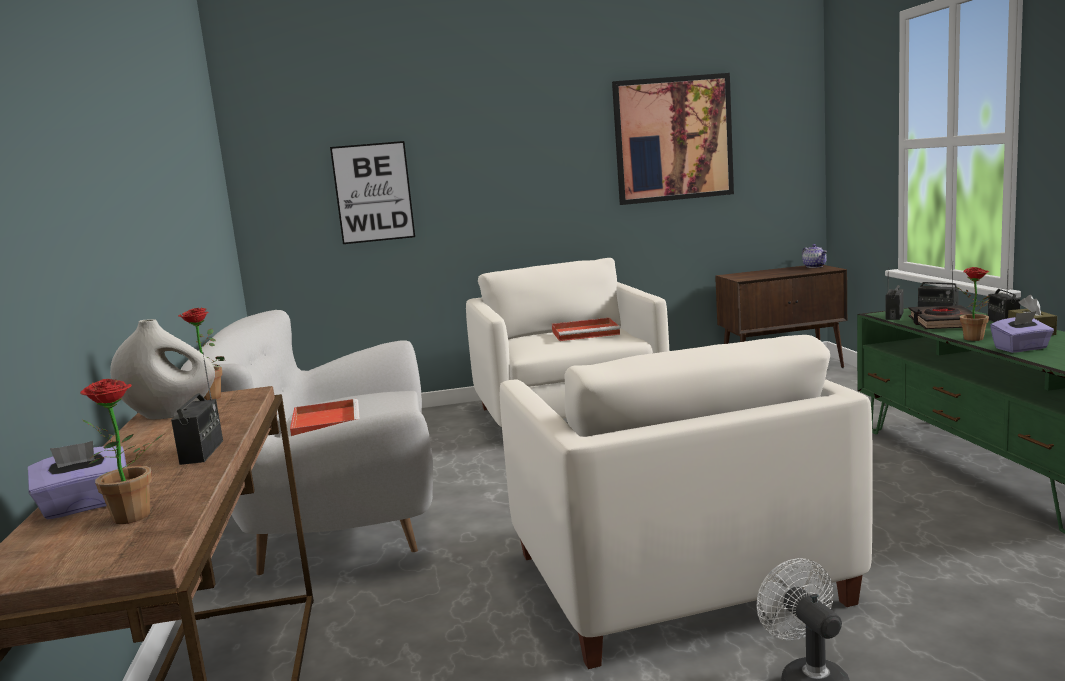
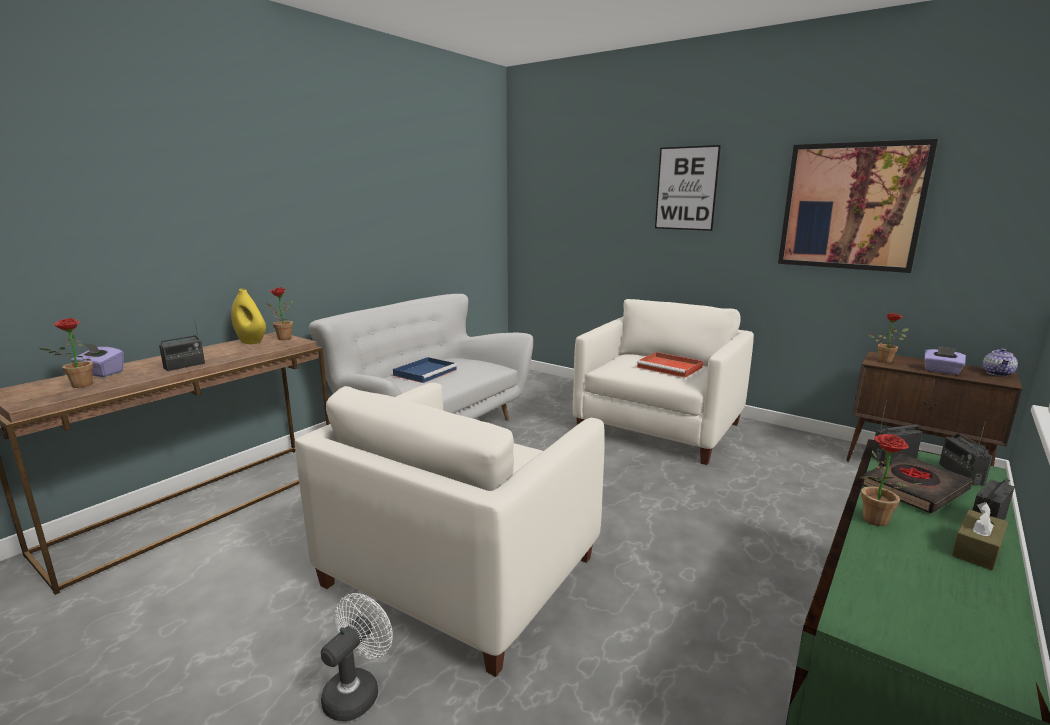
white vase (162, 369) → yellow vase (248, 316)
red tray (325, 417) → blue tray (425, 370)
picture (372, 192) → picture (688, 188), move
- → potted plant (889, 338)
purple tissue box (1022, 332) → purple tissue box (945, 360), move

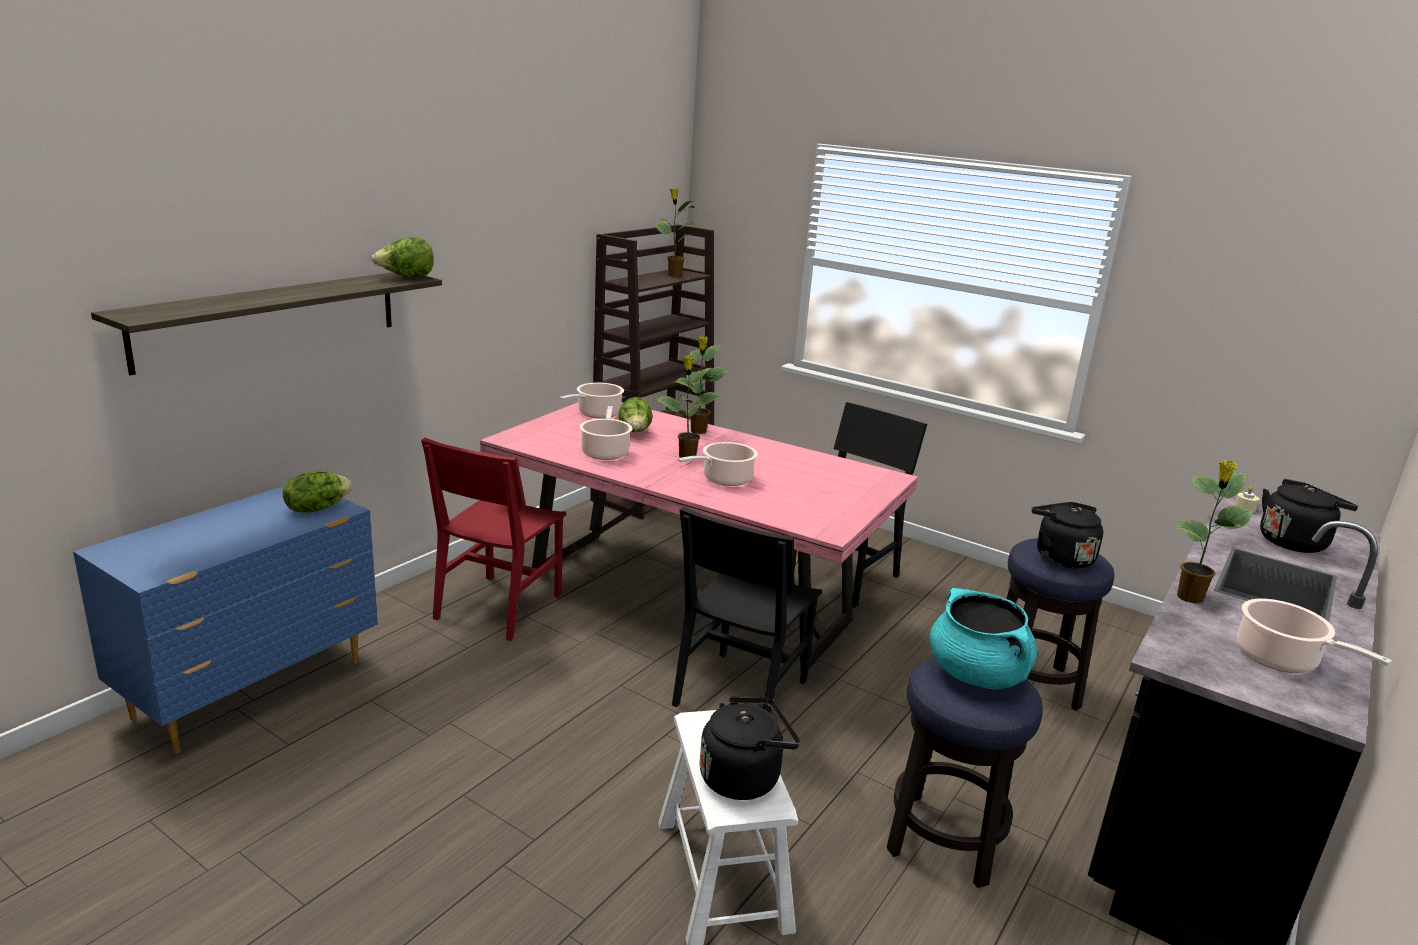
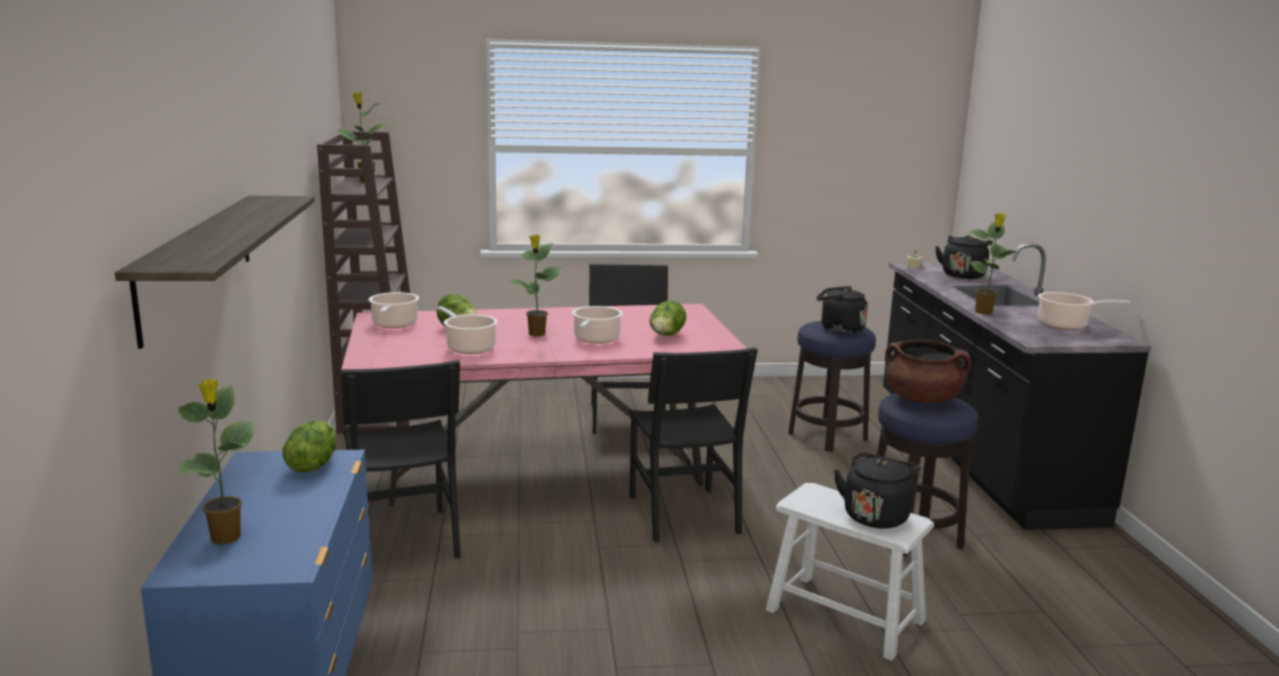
potted plant (701, 385) → potted plant (215, 461), move
red chair (494, 539) → black chair (401, 459)
lettuce (402, 257) → lettuce (667, 318), move
turquoise cooking pot (983, 639) → brown cooking pot (928, 371)

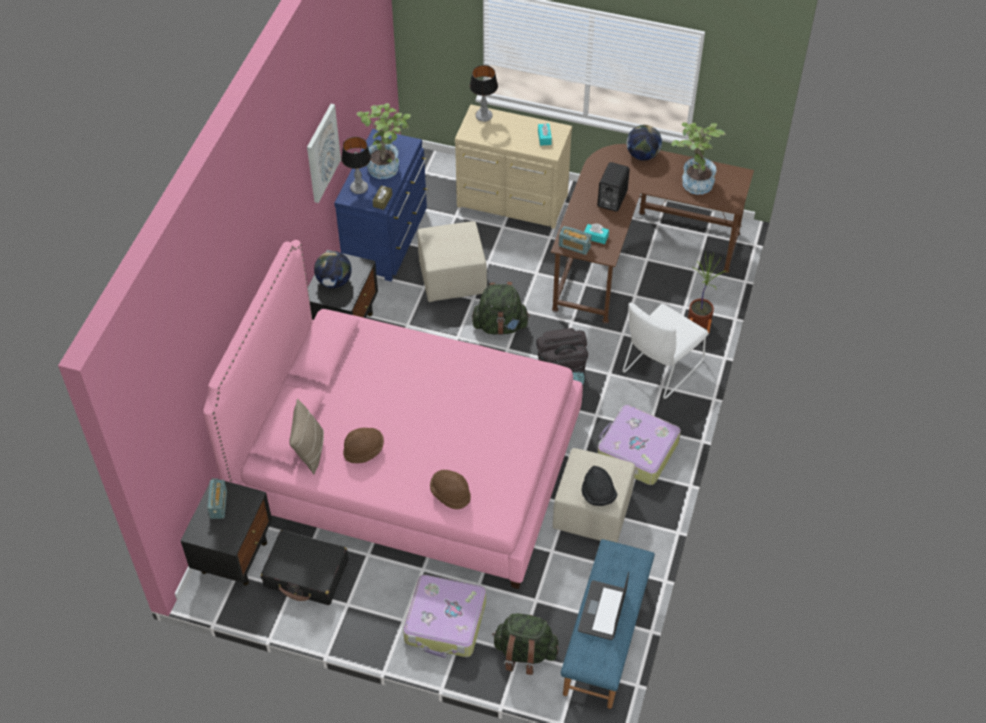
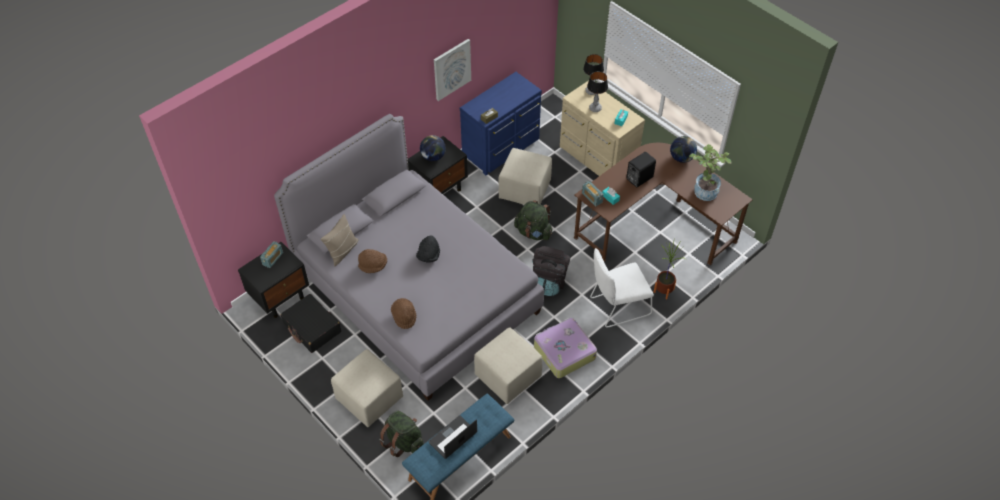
pink bed (393, 414) → grey bed (409, 257)
suitcase (444, 616) → beige ottoman (367, 388)
black hat (599, 486) → black hat (428, 249), move
table lamp (356, 165) → table lamp (597, 91), move
potted plant (384, 141) → -

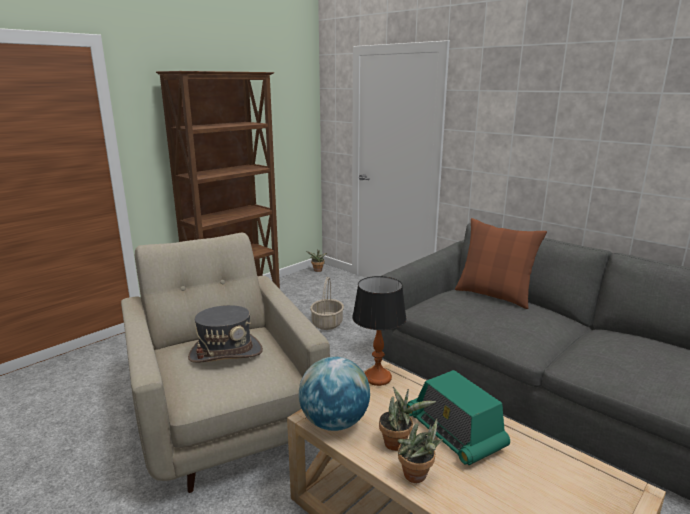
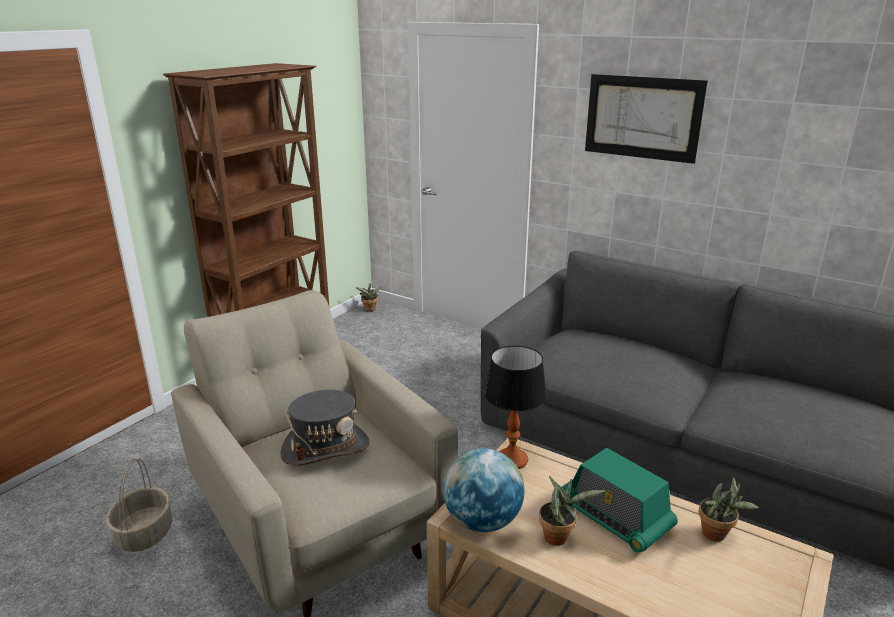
basket (327, 303) → basket (139, 505), move
- → picture (646, 119)
potted plant (420, 451) → potted plant (728, 509), move
brown pillow (501, 263) → -

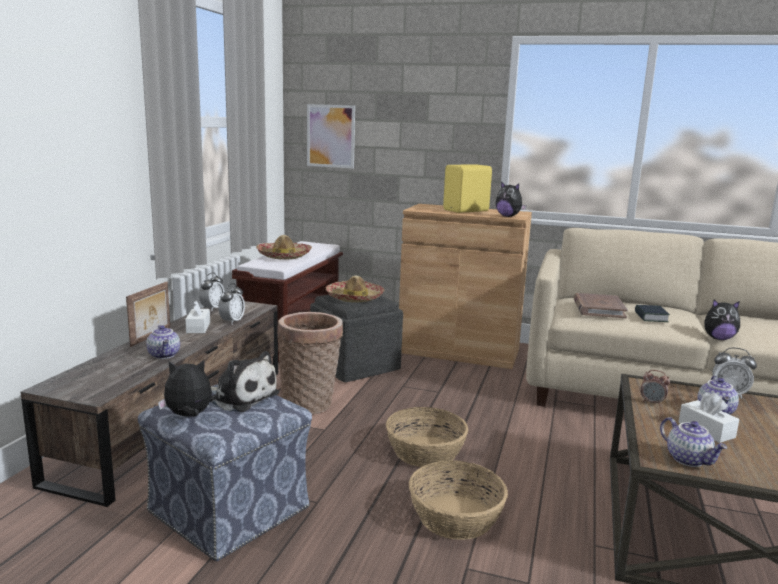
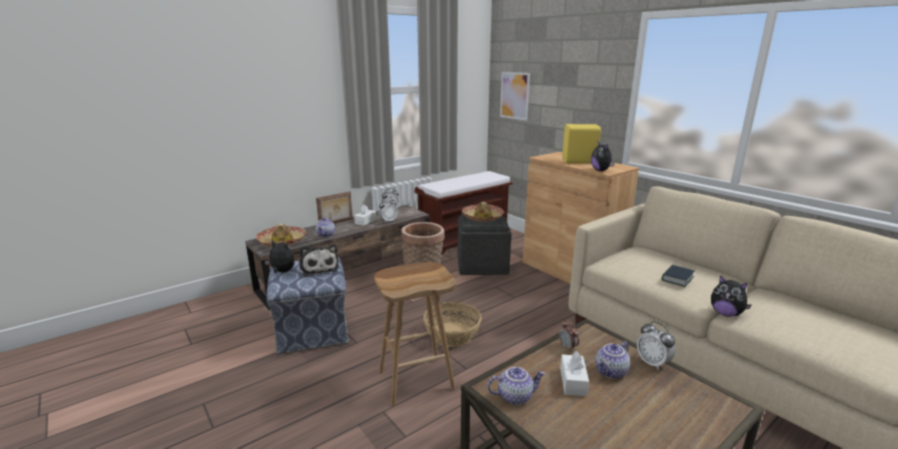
hat (284, 247) → hat (281, 235), move
basket (458, 500) → brown stool (415, 334)
teapot (693, 442) → teapot (516, 386), 105 degrees counterclockwise
brown book (601, 305) → -

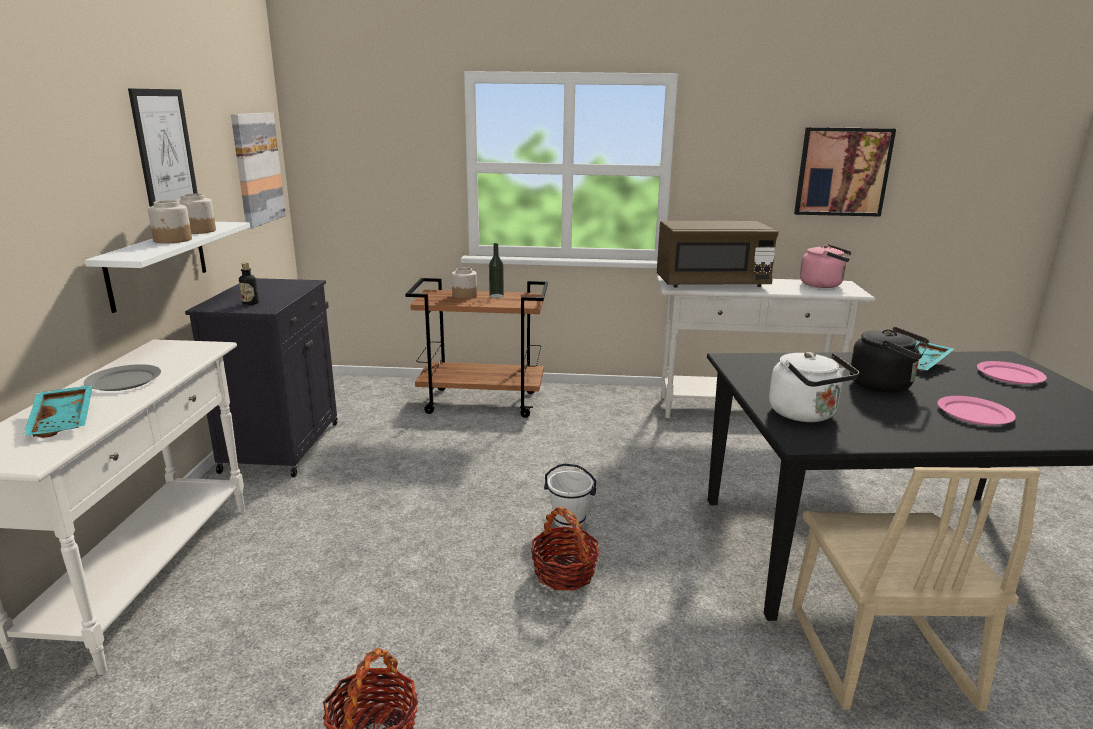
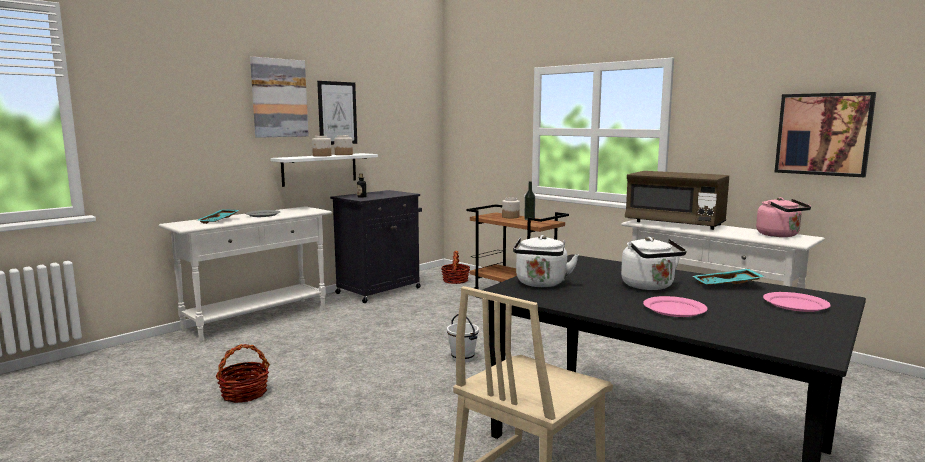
picture (258, 171) → picture (279, 97), move
basket (565, 549) → basket (455, 267), move
black kettle (889, 360) → white kettle (654, 263)

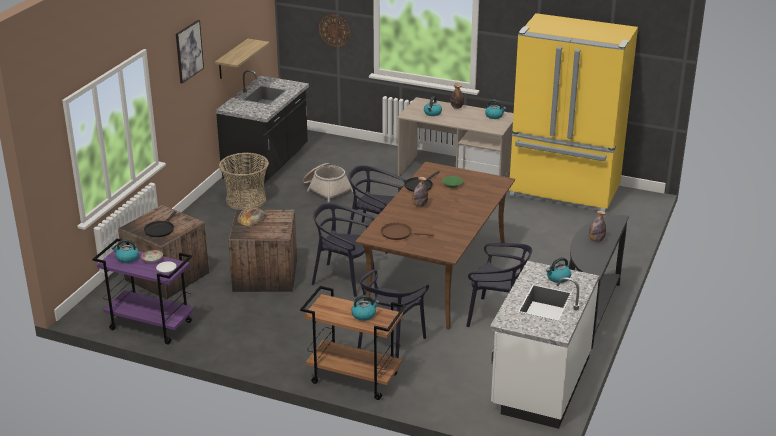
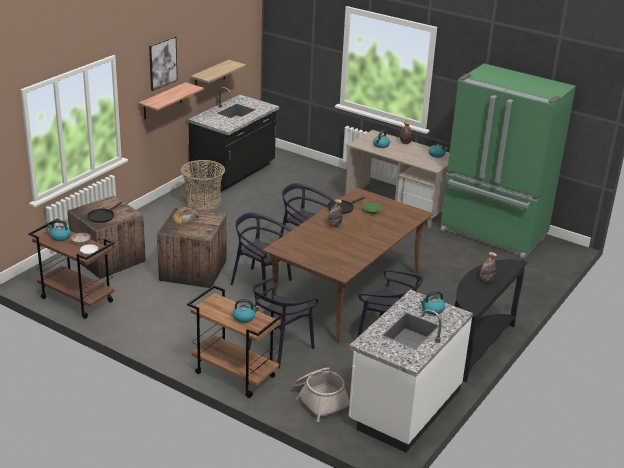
purple cart (143, 291) → brown cart (71, 269)
- → shelf (171, 100)
basket (328, 182) → basket (321, 395), move
yellow fridge (573, 112) → green fridge (508, 161)
wall clock (334, 30) → -
brown frying pan (407, 231) → -

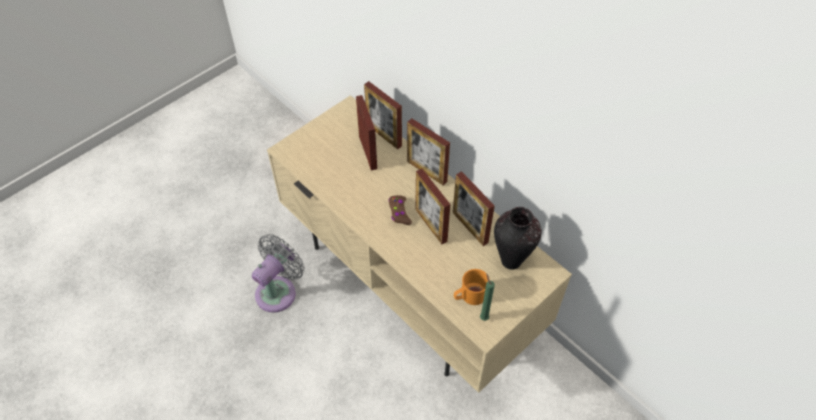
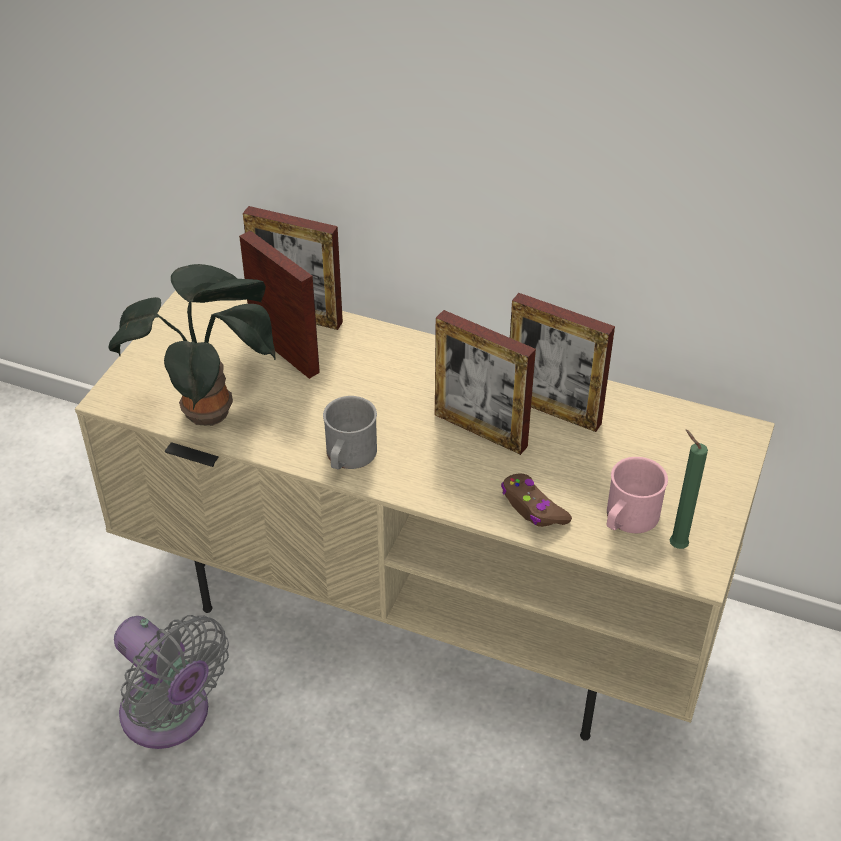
- → potted plant (192, 345)
grey fan (278, 273) → grey fan (171, 682), 120 degrees clockwise
- → grey mug (350, 432)
brown game controller (400, 210) → brown game controller (536, 500), move
orange mug (472, 287) → pink mug (637, 495)
picture frame (428, 152) → -
vase (518, 238) → -

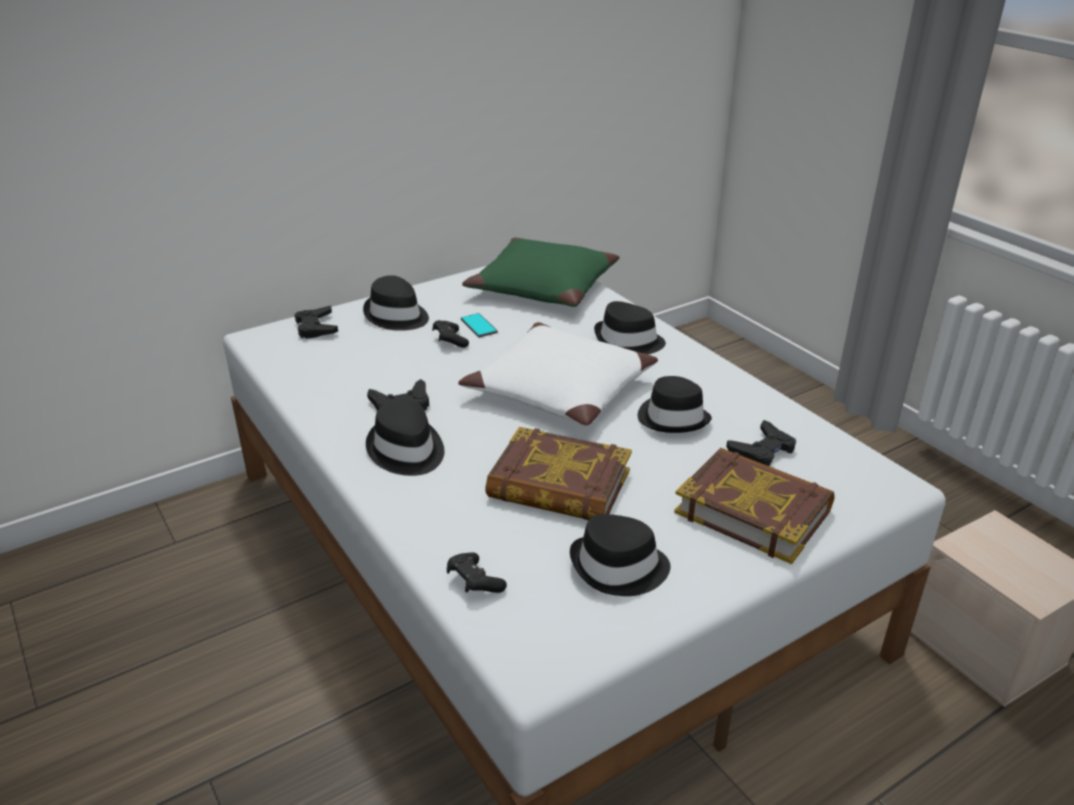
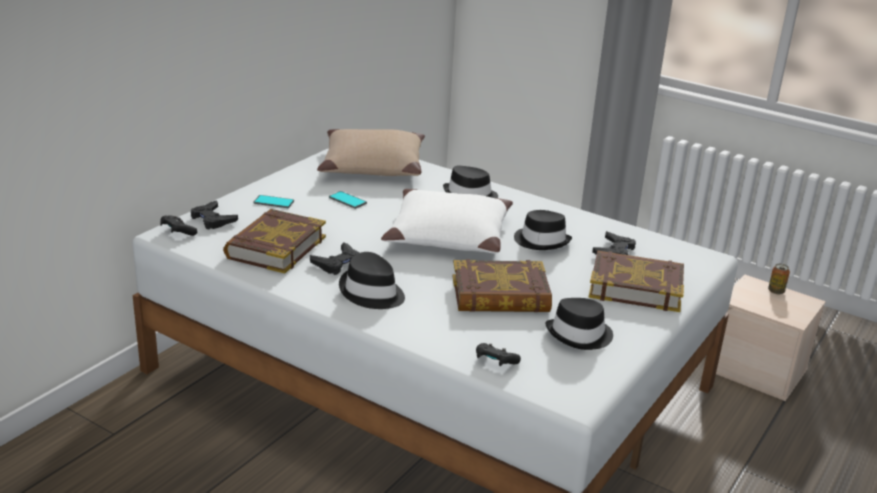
black game controller (450, 334) → black game controller (178, 225), move
- → book (274, 241)
black hat (396, 303) → phone (273, 201)
green pillow (541, 272) → beige pillow (371, 152)
- → can (779, 279)

